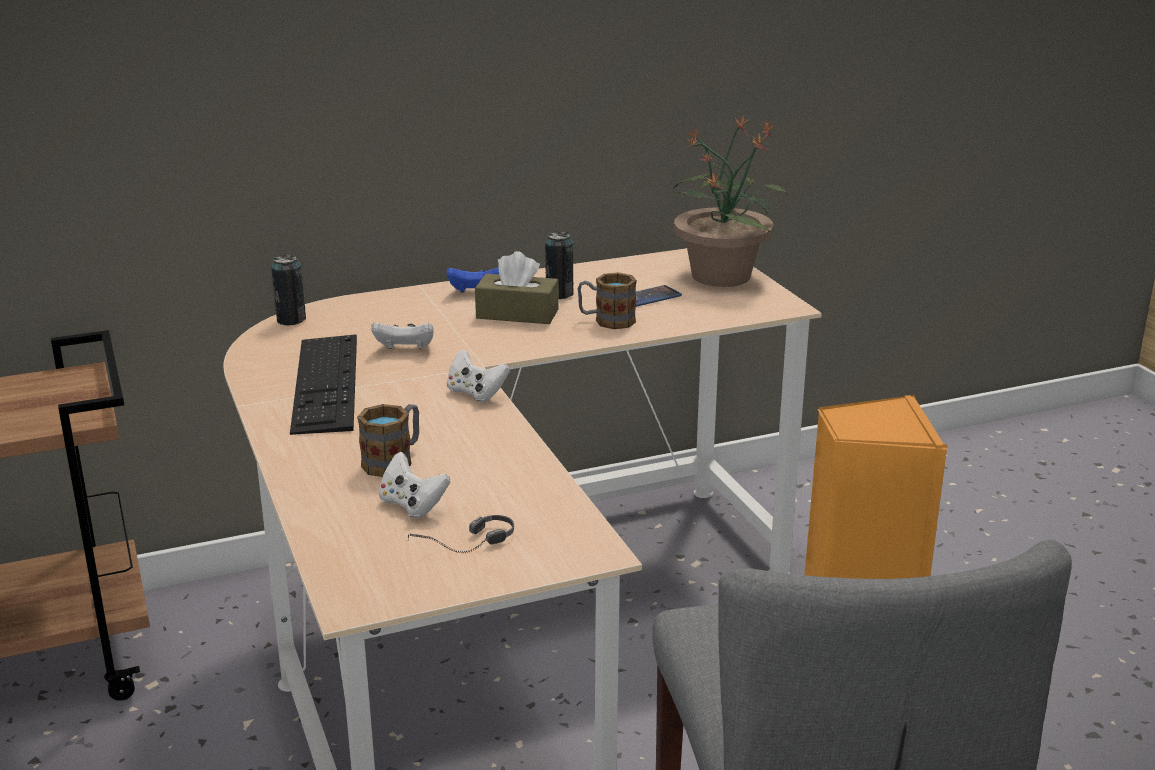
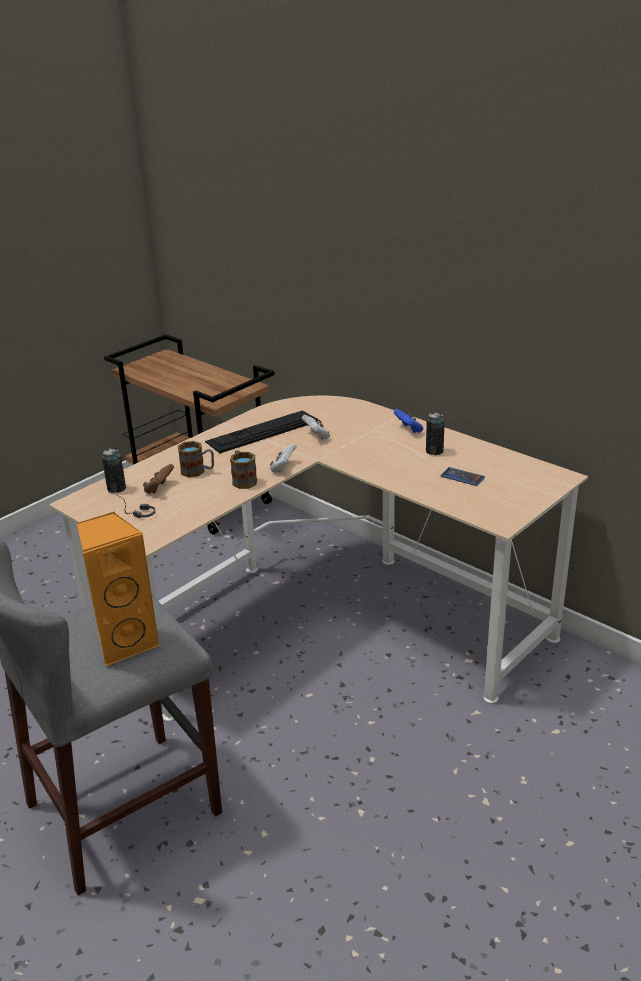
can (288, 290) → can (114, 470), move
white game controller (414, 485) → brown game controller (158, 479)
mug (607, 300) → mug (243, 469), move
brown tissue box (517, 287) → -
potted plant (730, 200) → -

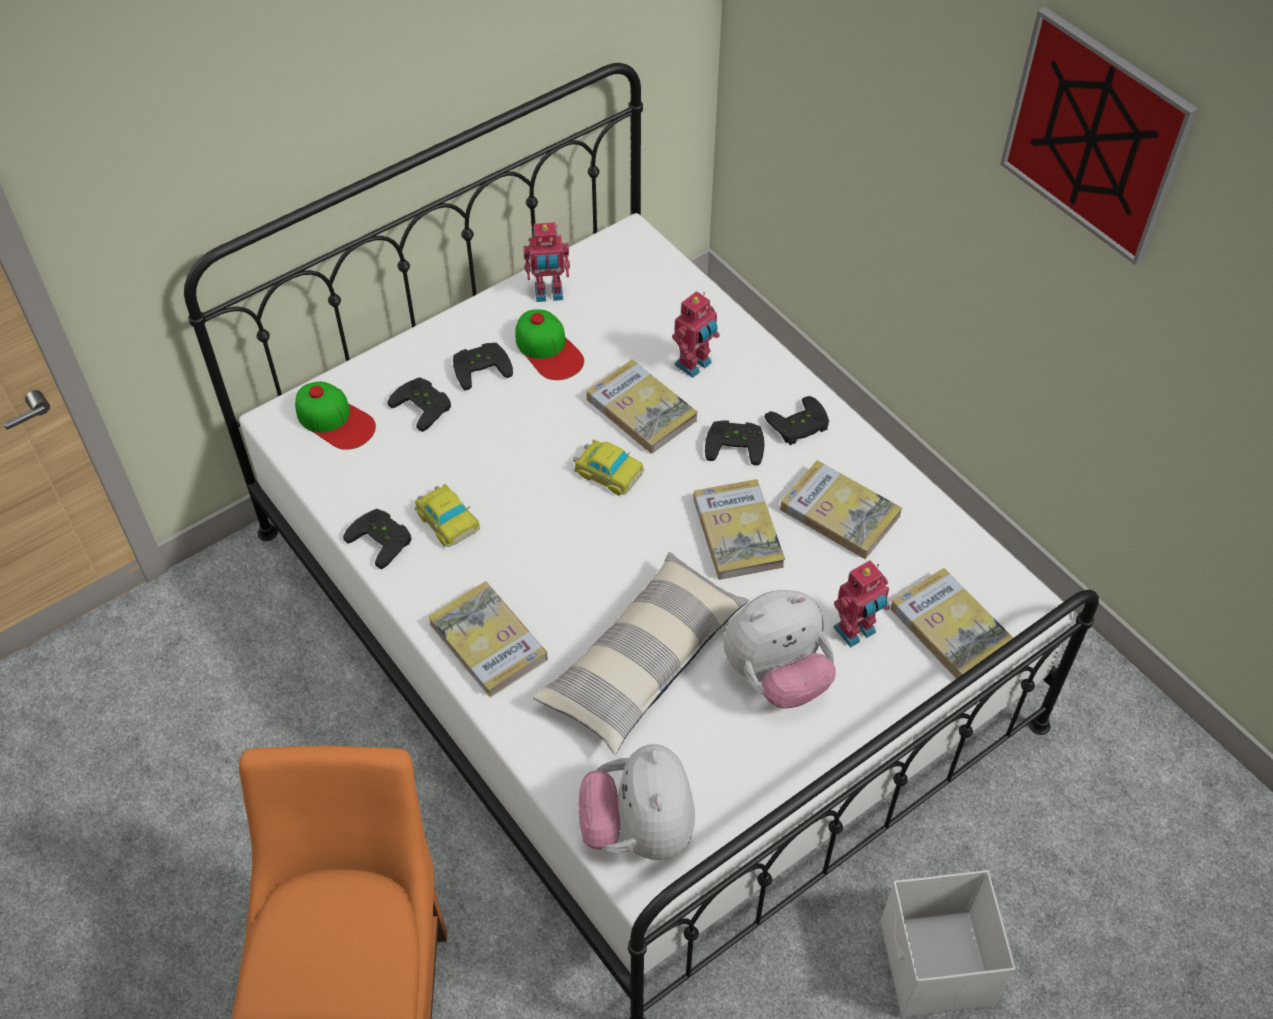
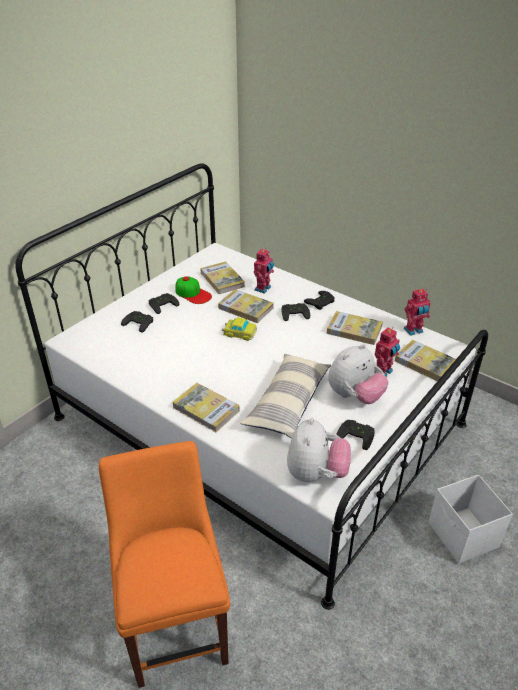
book (739, 529) → book (222, 278), move
plush toy (636, 802) → plush toy (319, 449), 150 degrees counterclockwise
black game controller (377, 539) → black game controller (355, 435), move
toy robot (546, 262) → toy robot (417, 312), move
cap (335, 415) → -
toy car (447, 515) → -
picture (1099, 136) → -

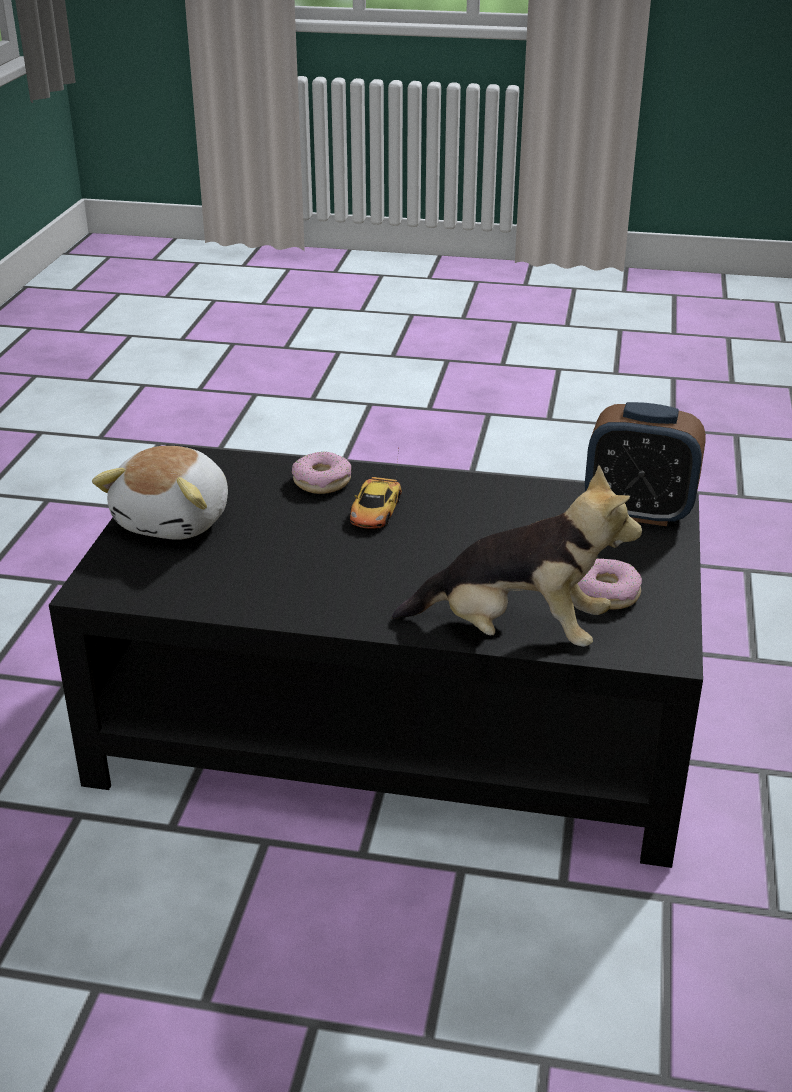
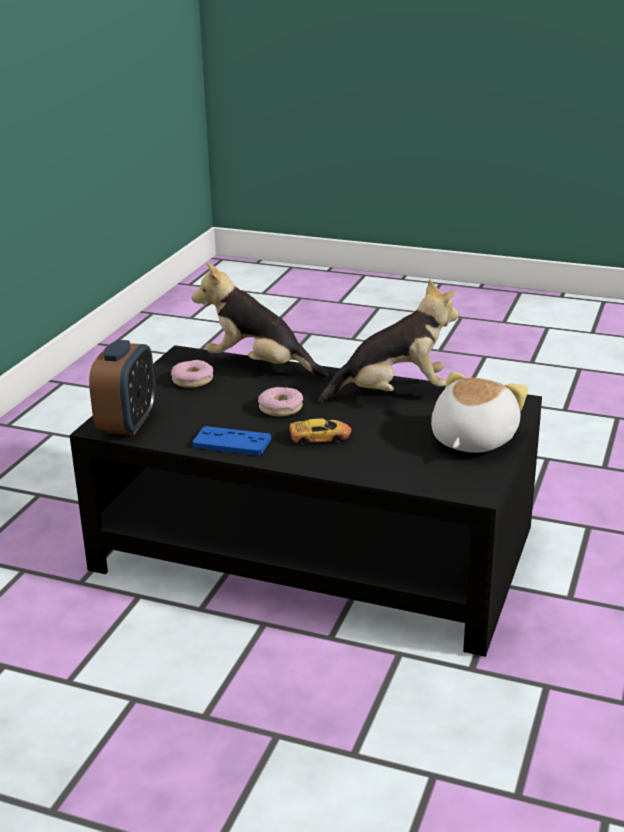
alarm clock (645, 464) → alarm clock (122, 387), 75 degrees clockwise
- → blue game controller (231, 440)
donut (321, 472) → donut (280, 402), move
toy car (376, 488) → toy car (319, 422), 60 degrees clockwise
- → plush toy (388, 341)

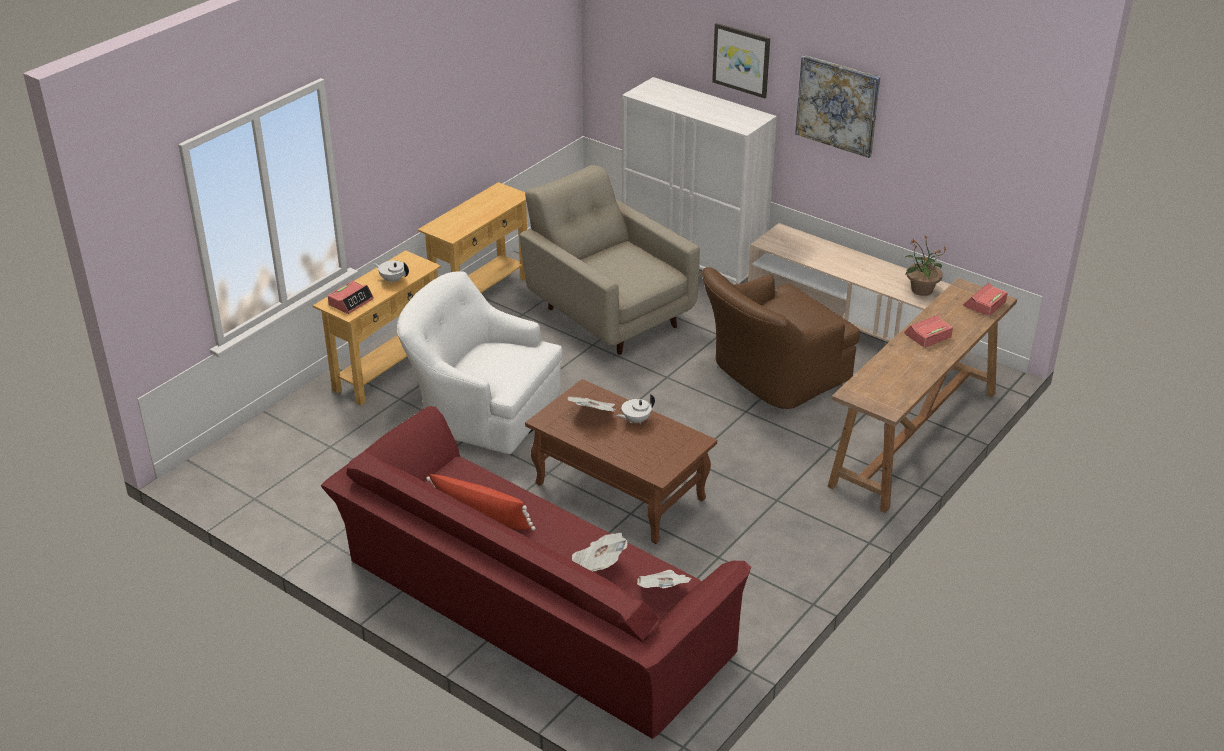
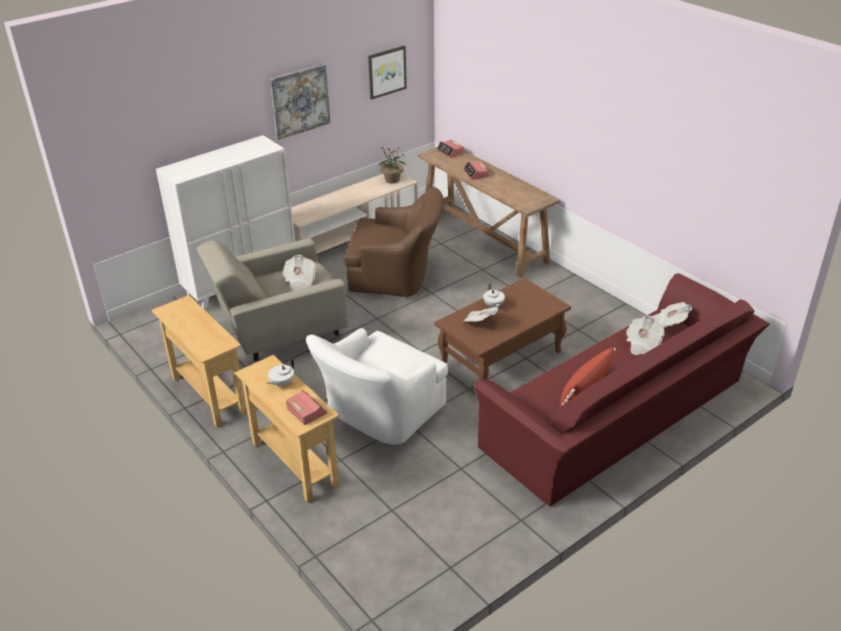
- → newspaper (299, 273)
brown armchair (781, 338) → brown armchair (394, 242), 60 degrees counterclockwise
picture (741, 60) → picture (387, 72), move

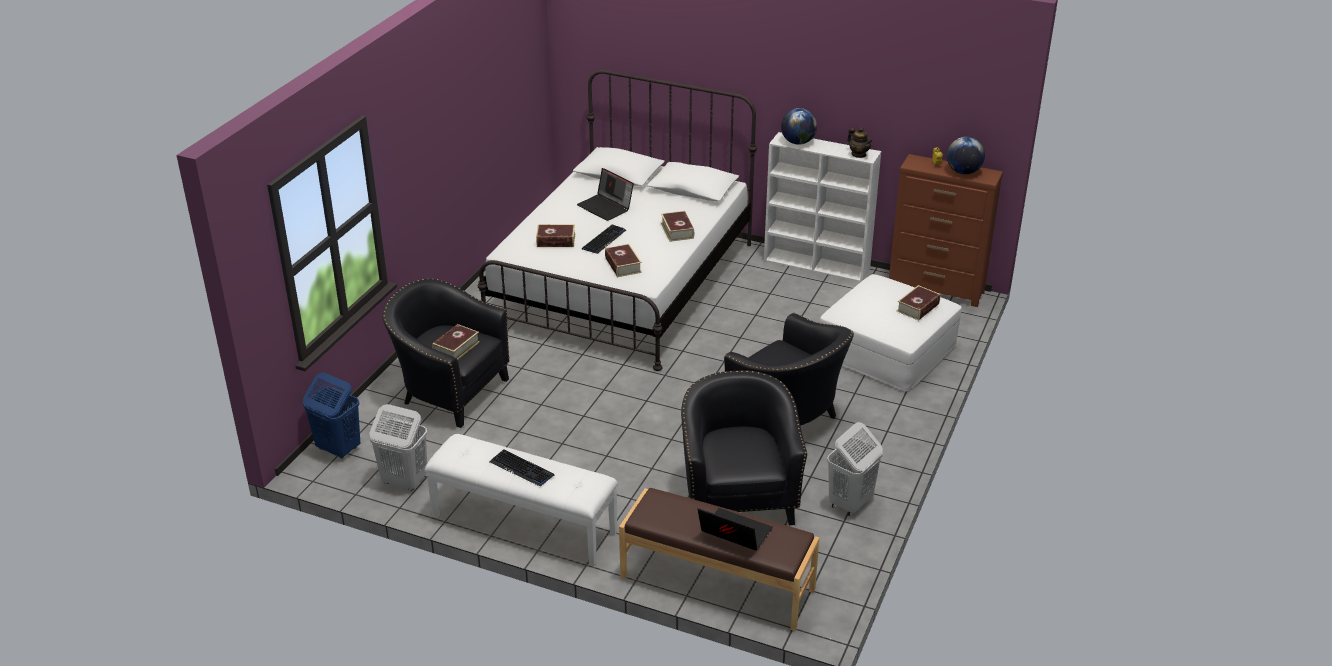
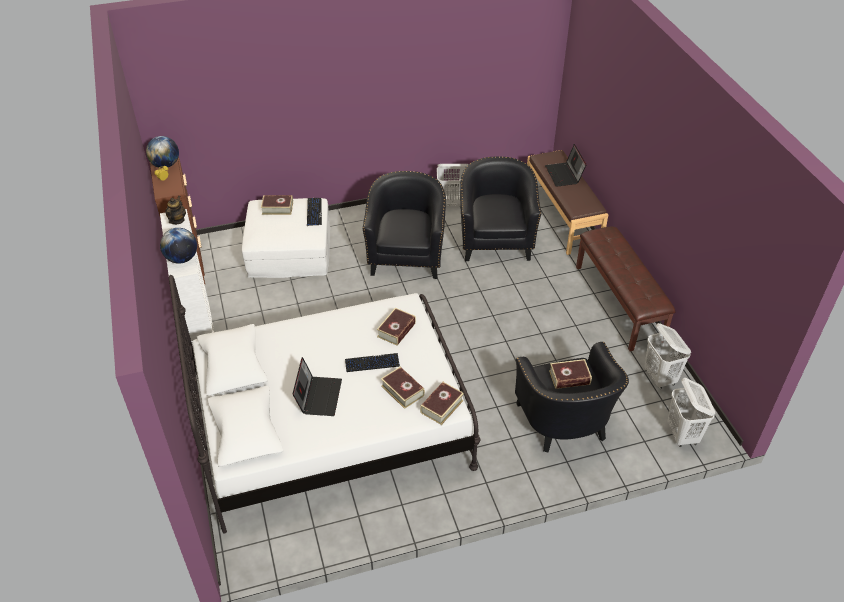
keyboard (522, 468) → keyboard (314, 212), move
book (677, 226) → book (442, 403), move
black armchair (744, 447) → black armchair (500, 209), 135 degrees clockwise
white bench (521, 500) → brown bench (626, 289)
blue laundry basket (332, 416) → white laundry basket (691, 412)

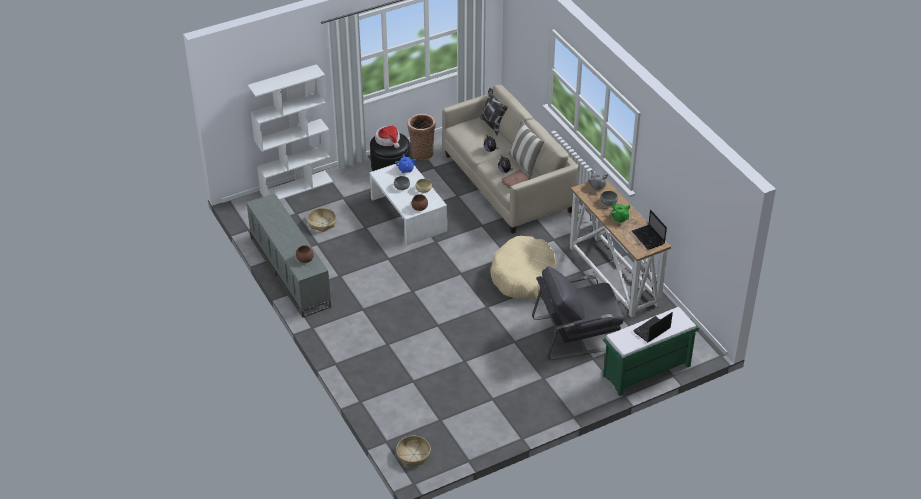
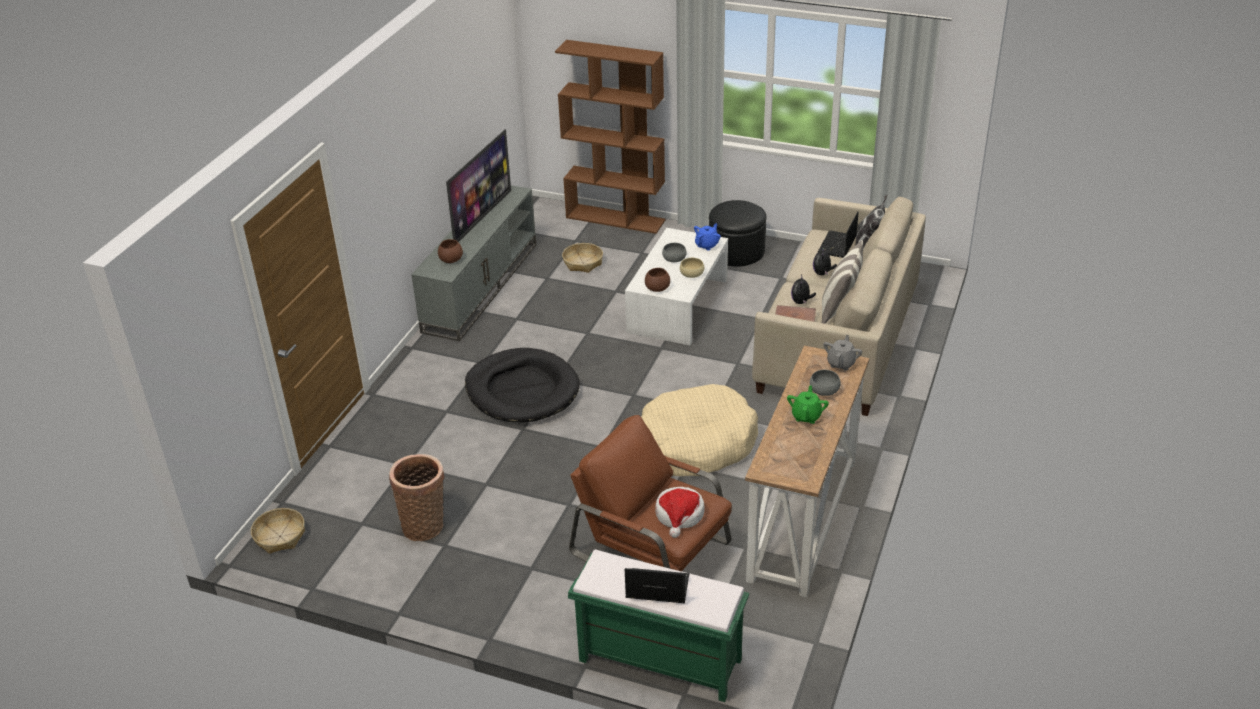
basket (422, 137) → basket (416, 497), move
- → television (478, 185)
- → black dog bed (522, 385)
white bookcase (290, 132) → brown bookcase (610, 137)
grey armchair (578, 313) → brown armchair (650, 493)
hat (387, 137) → hat (680, 512), move
laptop (649, 230) → laptop (838, 234), move

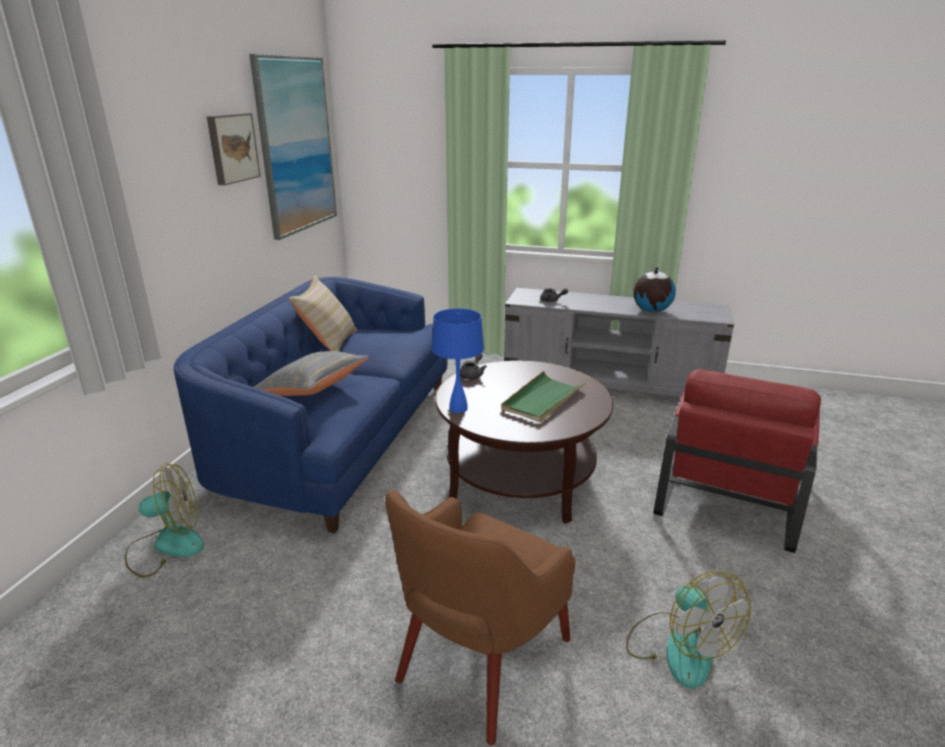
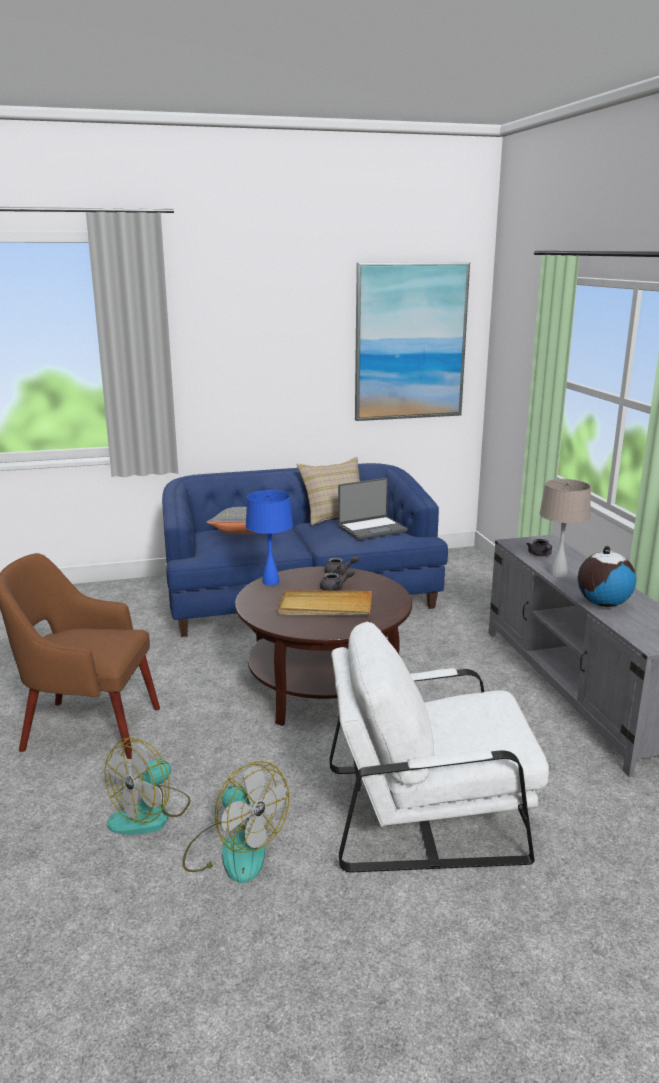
fan (164, 520) → fan (236, 822), move
green tray (543, 396) → beige tray (325, 602)
- → grey teapot (337, 580)
red armchair (737, 461) → white armchair (439, 747)
- → laptop (373, 509)
- → beige table lamp (565, 528)
picture (234, 149) → -

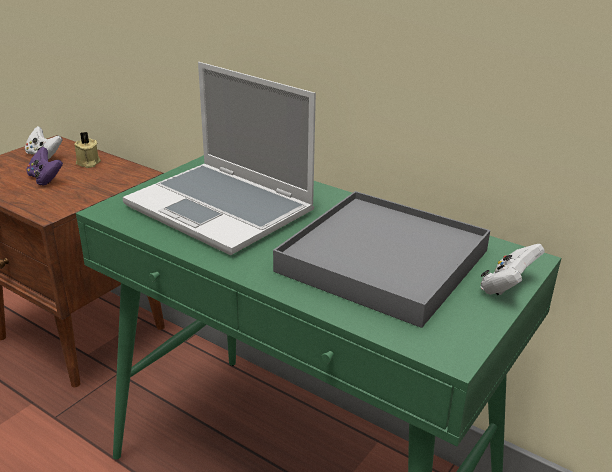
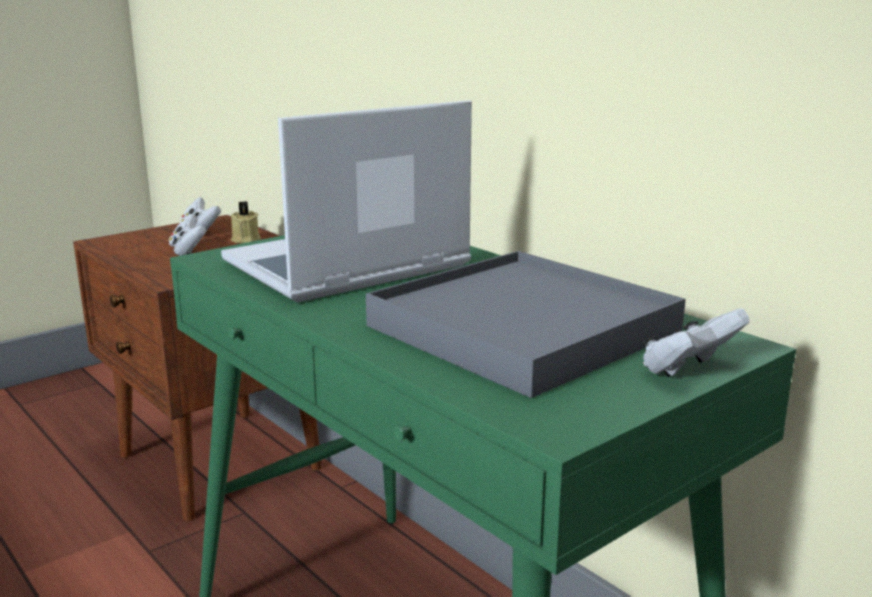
purple game controller (44, 166) → white game controller (188, 235)
laptop (219, 158) → laptop (346, 201), 90 degrees clockwise

